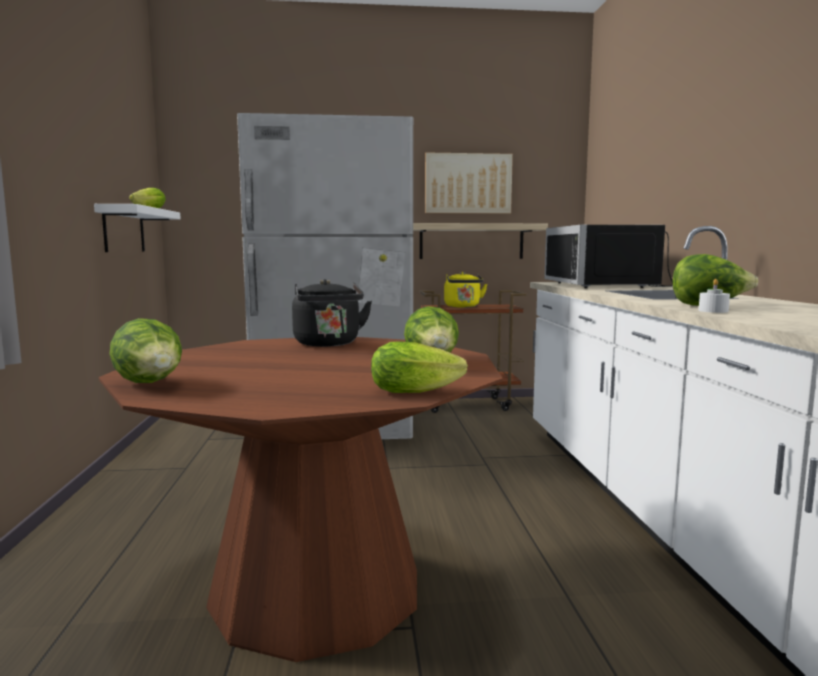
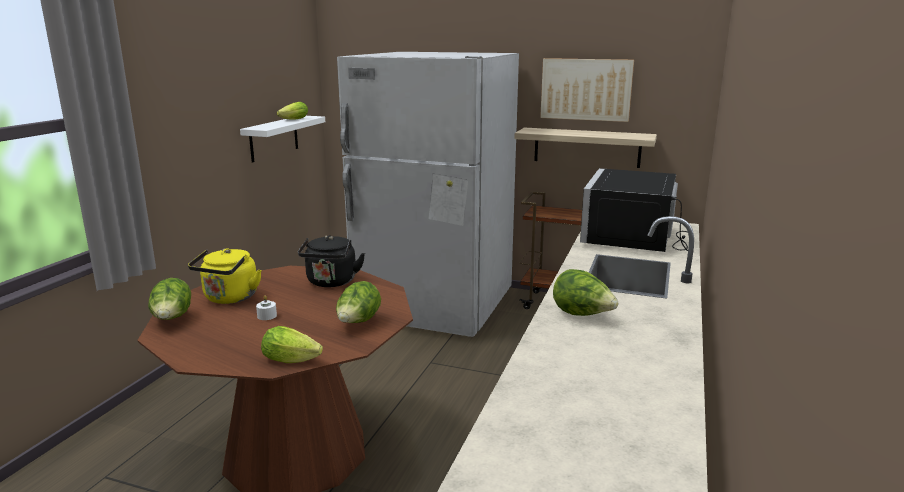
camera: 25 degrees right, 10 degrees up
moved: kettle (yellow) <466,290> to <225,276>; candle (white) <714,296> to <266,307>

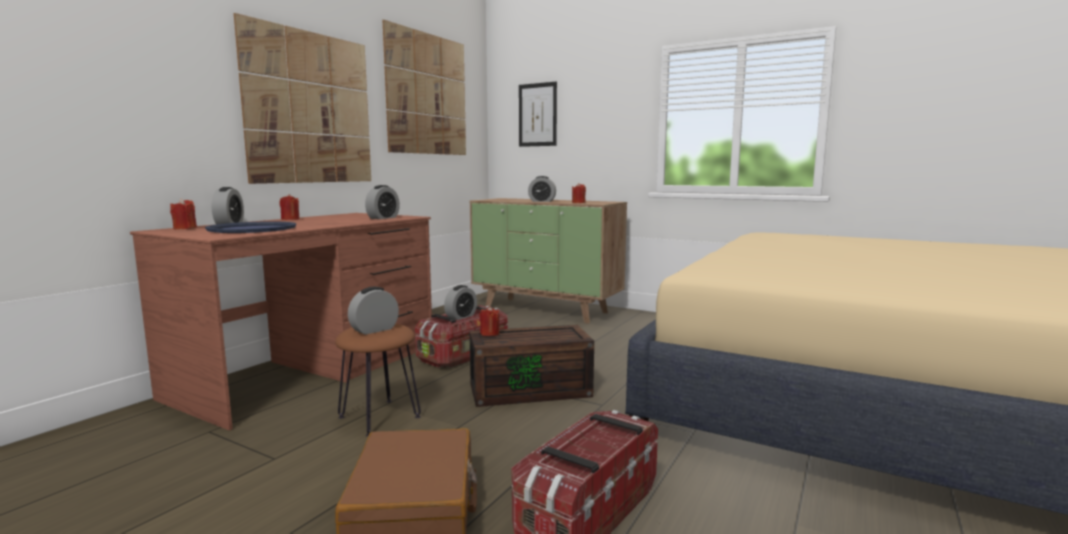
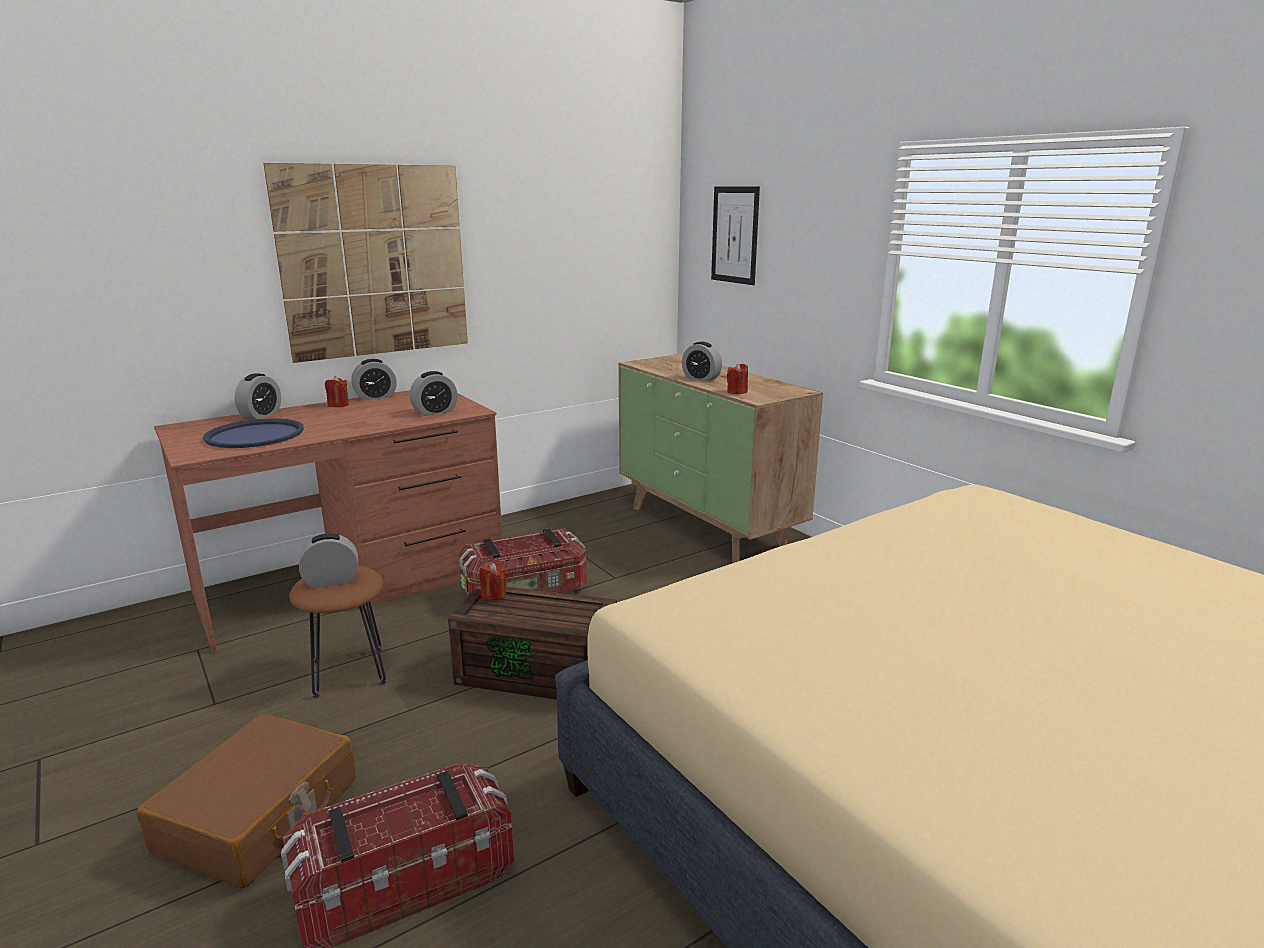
camera: 25 degrees right, 10 degrees up
removed: picture <424,87>; candle (red) <183,213>
moved: alarm clock <460,302> to <374,379>

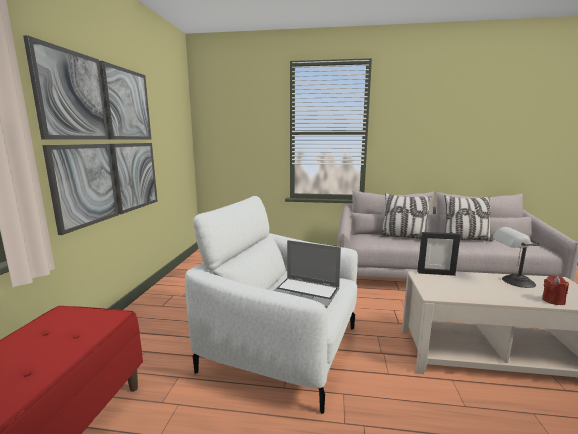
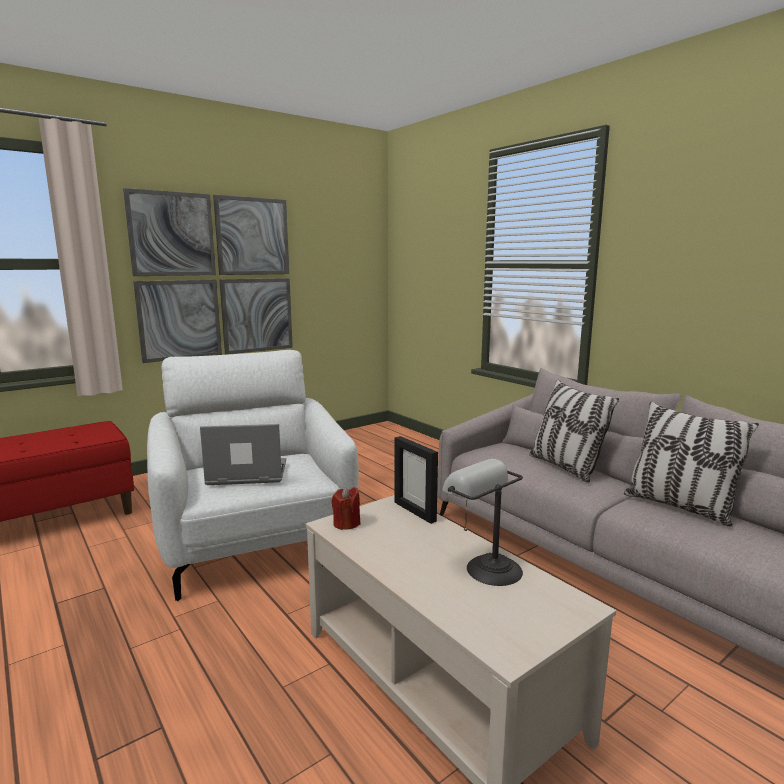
camera: 45 degrees right, 0 degrees up
moved: candle (red) <555,290> to <346,508>
turned: laptop <307,274> = <243,454> 105 degrees clockwise

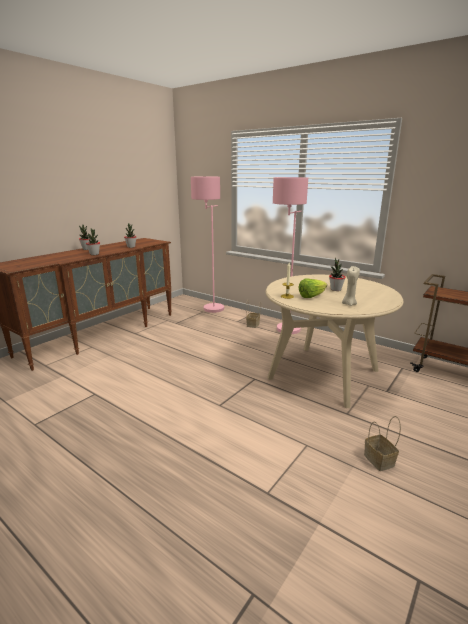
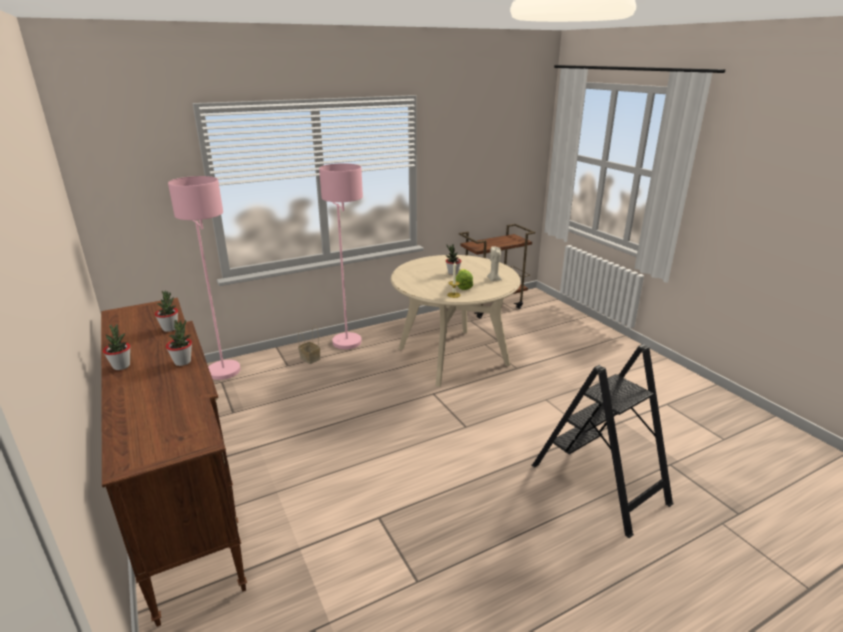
camera: 65 degrees left, 5 degrees up
removed: basket <382,443>
added: step ladder (black) <603,441>

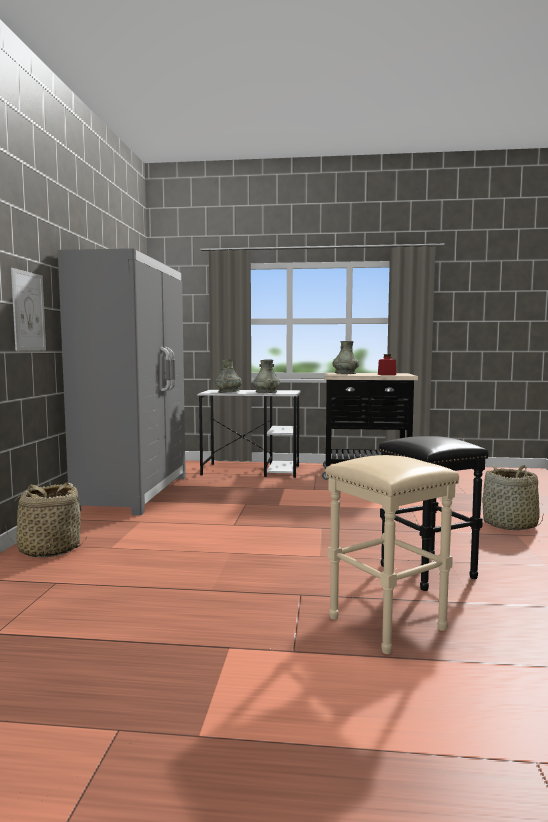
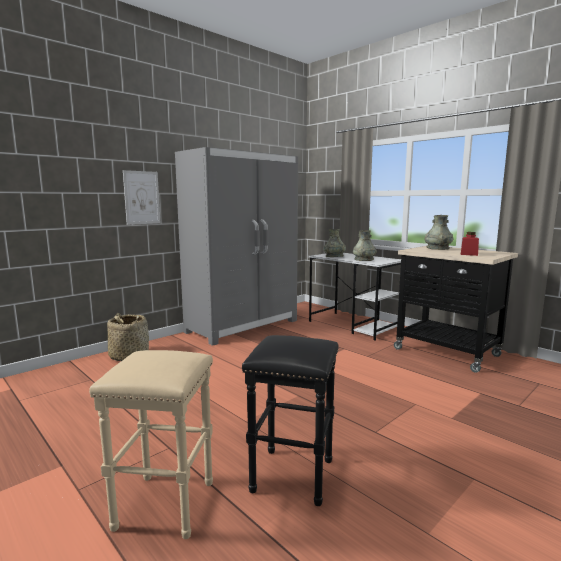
camera: 40 degrees right, 5 degrees up
removed: basket <513,497>

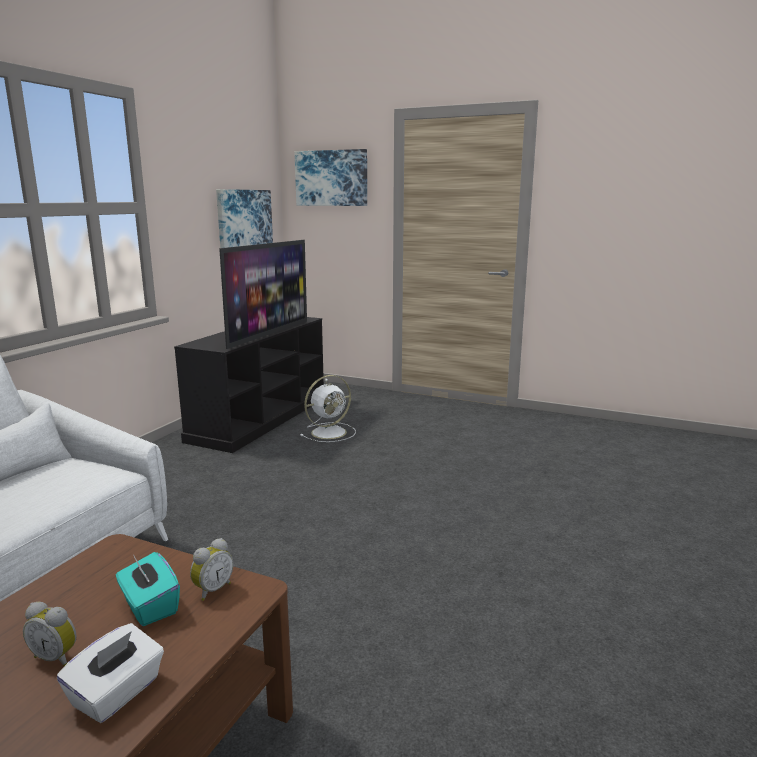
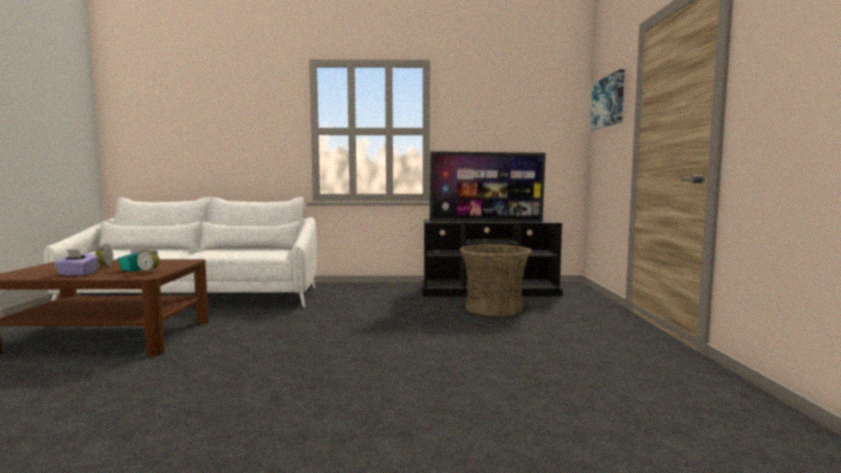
camera: 65 degrees right, 10 degrees down
removed: picture <244,218>
replaced: fan (white) <328,408> to basket <496,280>
recoloured: tissue box (white) <110,673> to tissue box (purple) <76,262>

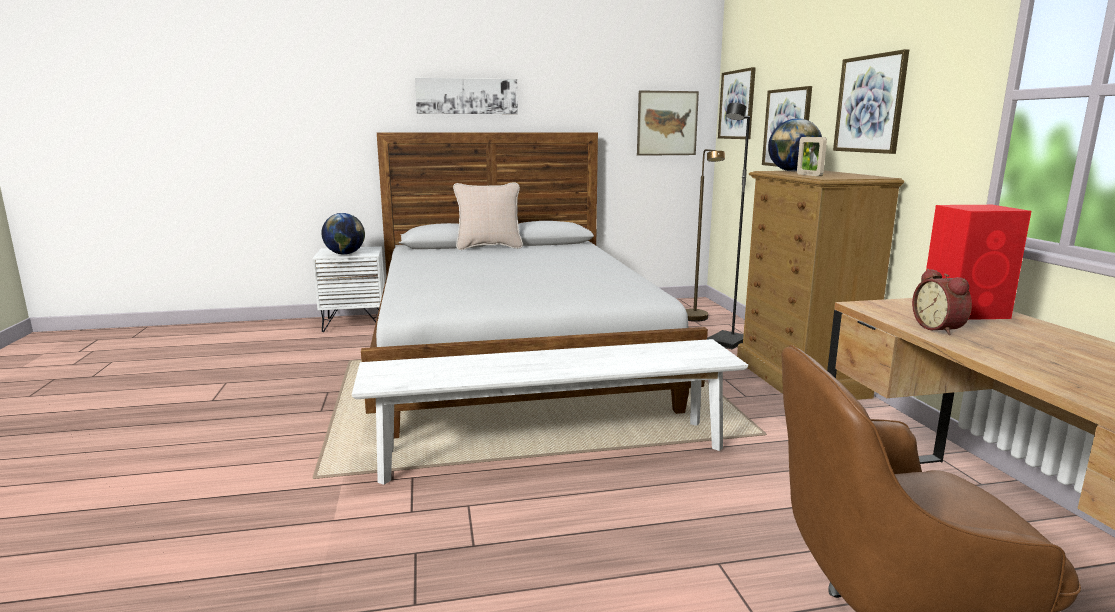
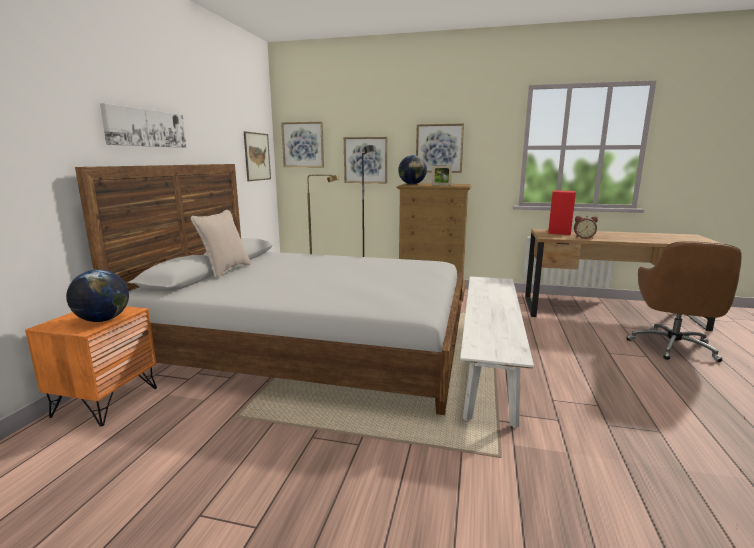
camera: 65 degrees left, 0 degrees up
recoloured: nightstand (white) <349,289> to nightstand (orange) <91,366>

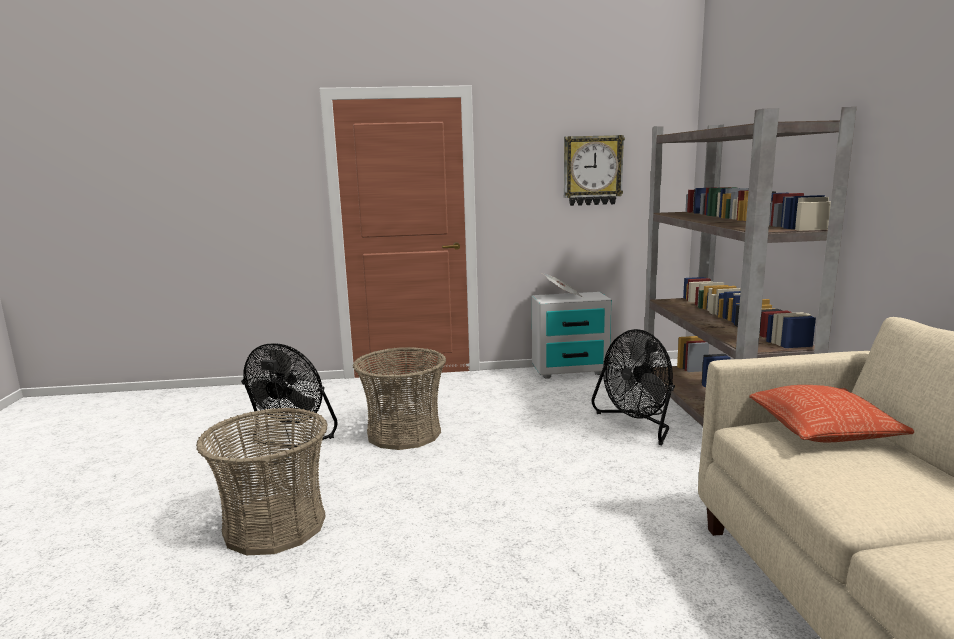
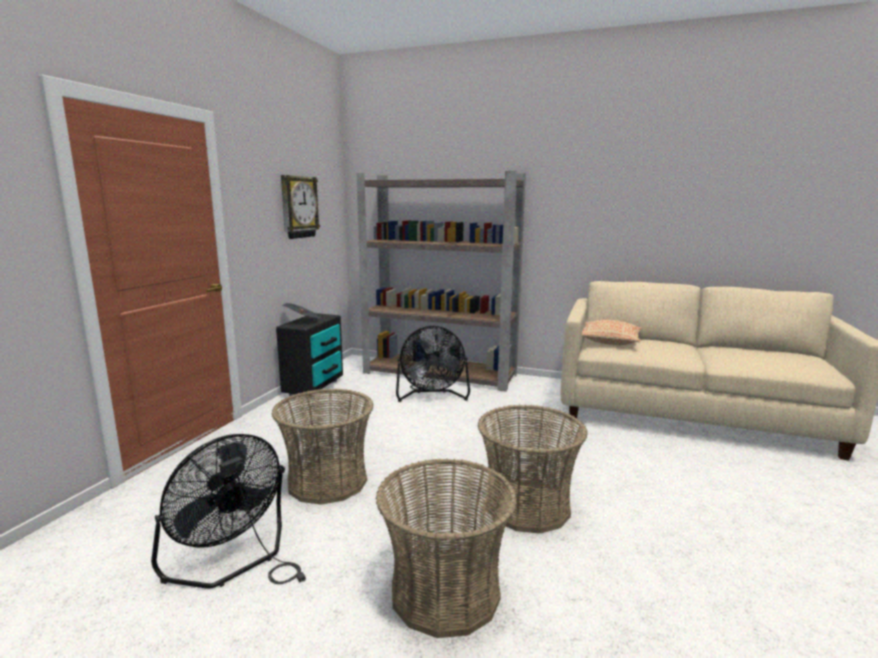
camera: 65 degrees left, 0 degrees up
added: basket <533,468>
recoloured: nightstand (white) <572,335> to nightstand (black) <309,356>; pillow (orange) <832,413> to pillow (beige) <612,332>

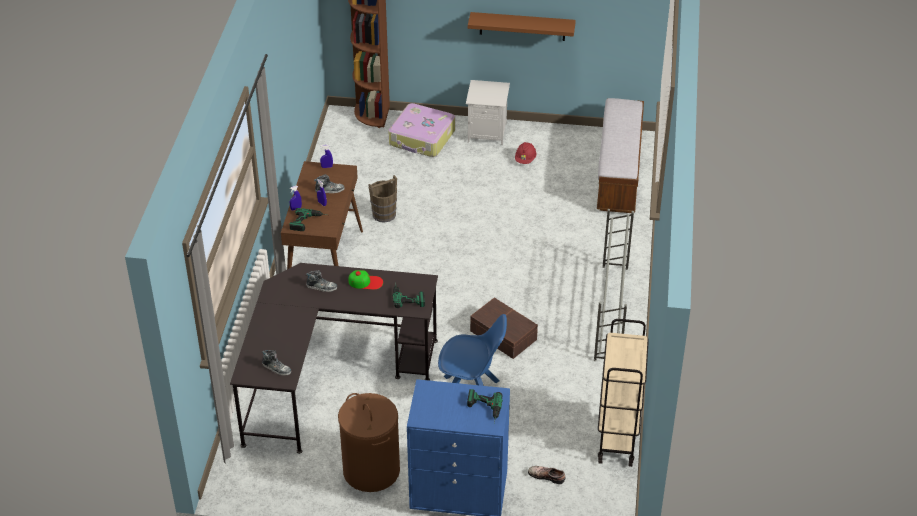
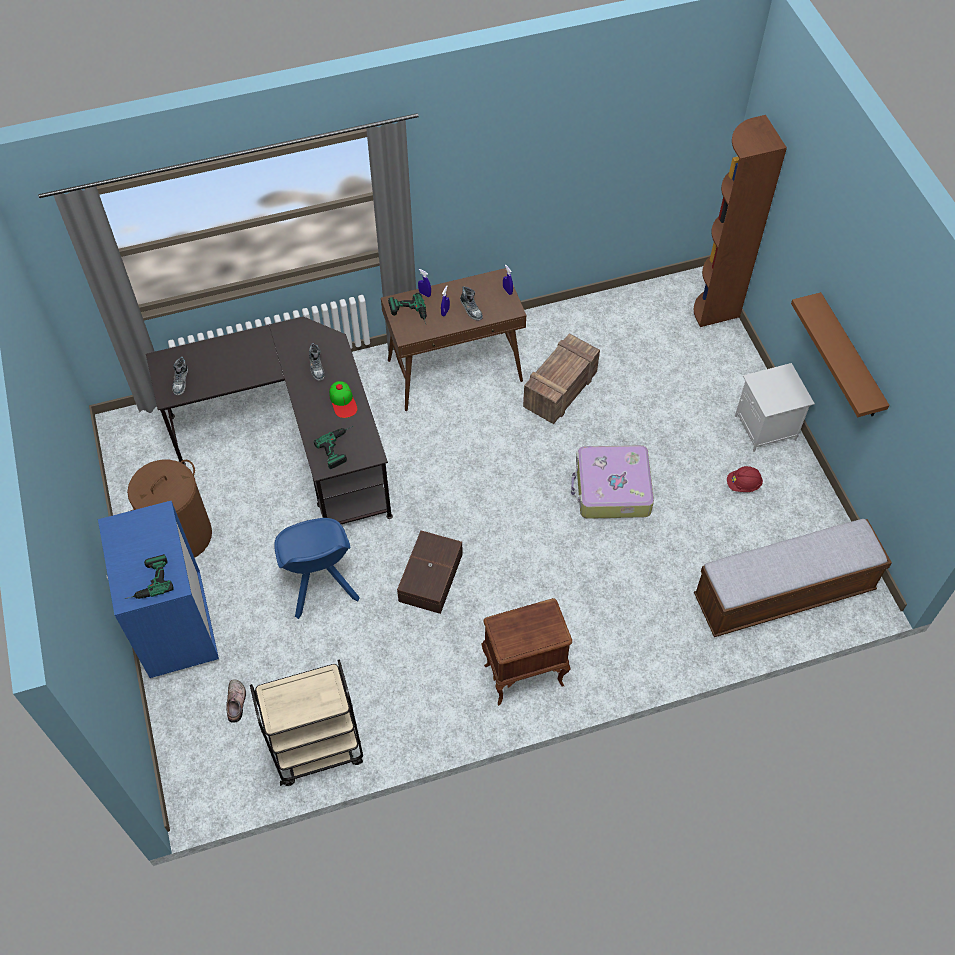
camera: 65 degrees right, 15 degrees up
moved: suitcase <421,130> to <612,482>
replaced: bucket (brown) <382,199> to crate <561,378>; shoe rack (grey) <614,285> to nightstand (brown) <526,652>

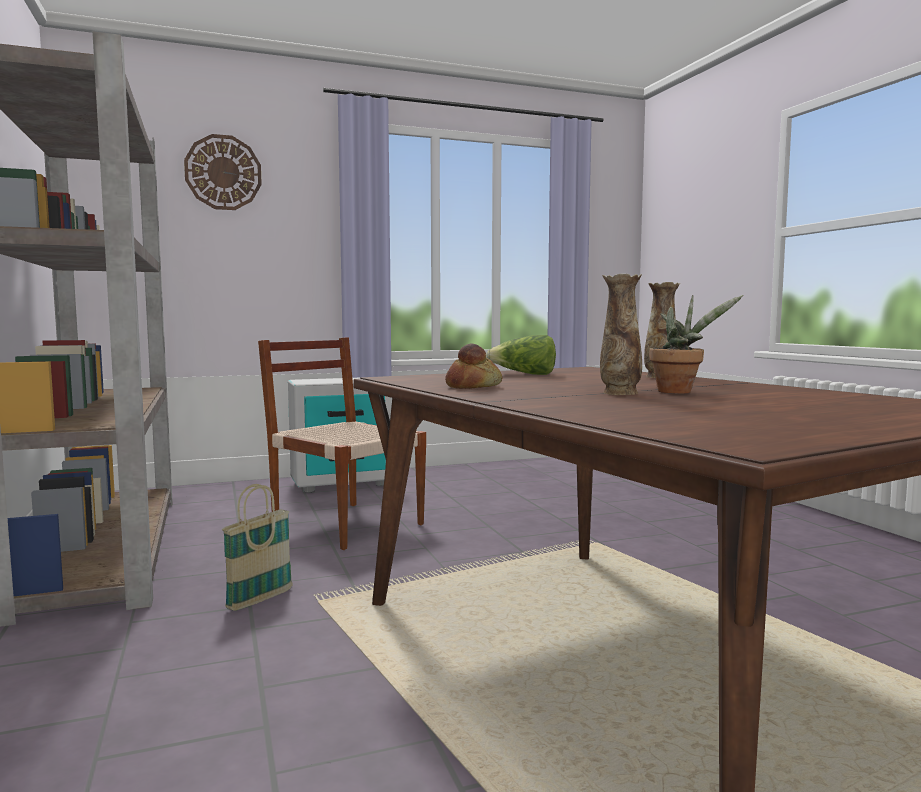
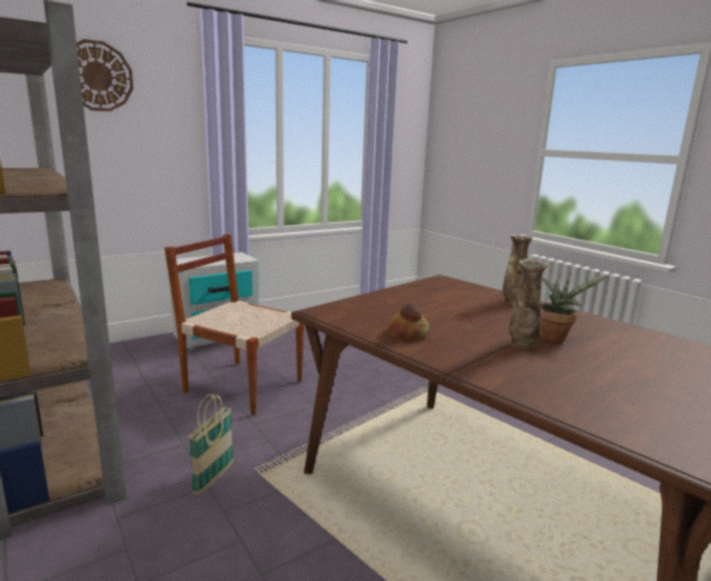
camera: 15 degrees left, 10 degrees up
removed: lettuce <521,355>

